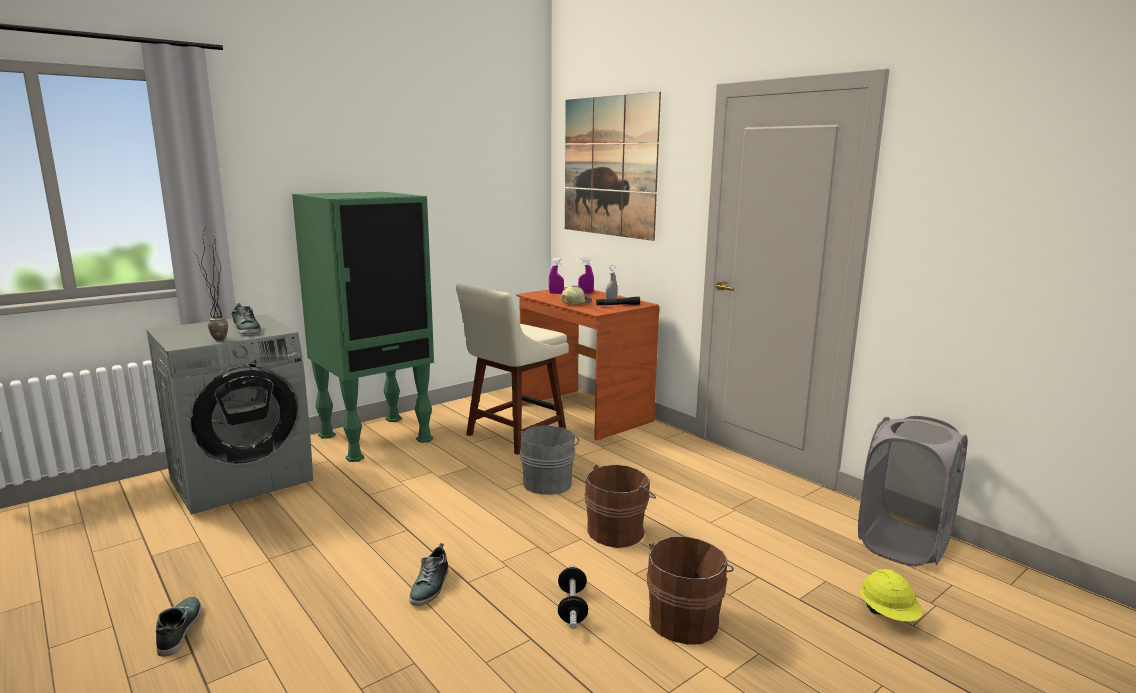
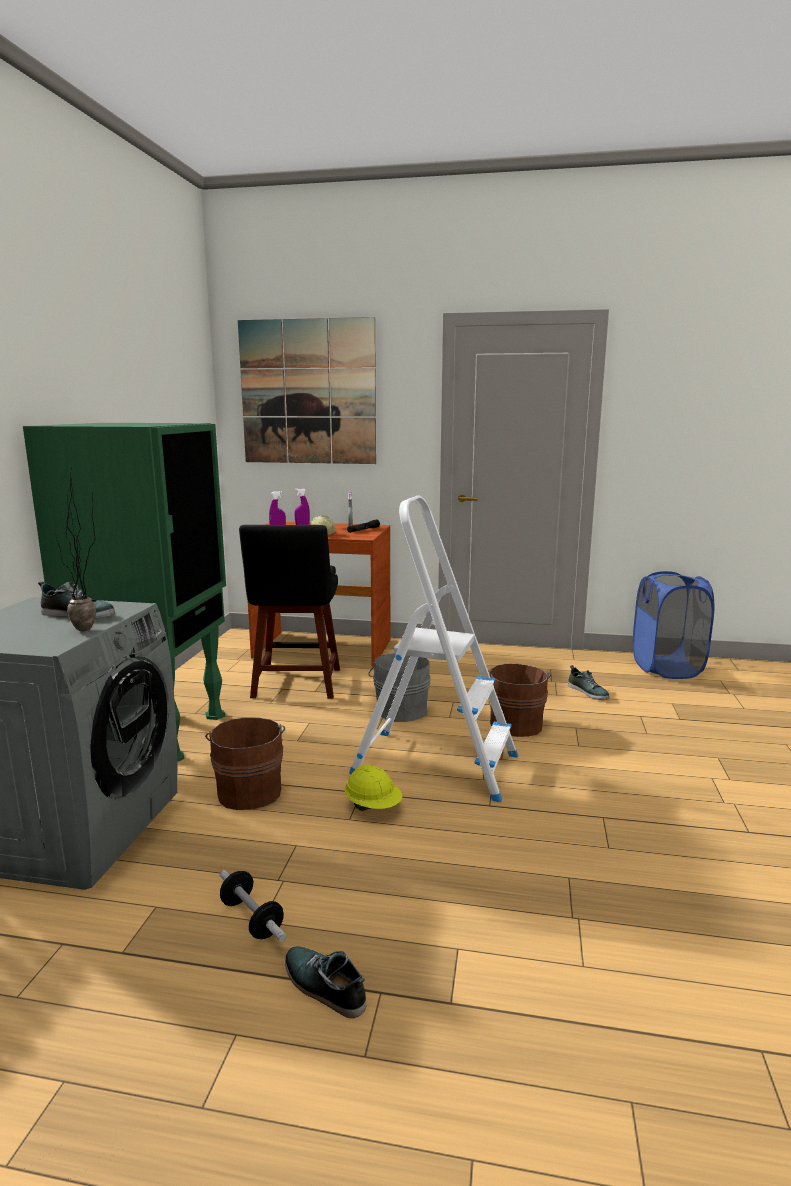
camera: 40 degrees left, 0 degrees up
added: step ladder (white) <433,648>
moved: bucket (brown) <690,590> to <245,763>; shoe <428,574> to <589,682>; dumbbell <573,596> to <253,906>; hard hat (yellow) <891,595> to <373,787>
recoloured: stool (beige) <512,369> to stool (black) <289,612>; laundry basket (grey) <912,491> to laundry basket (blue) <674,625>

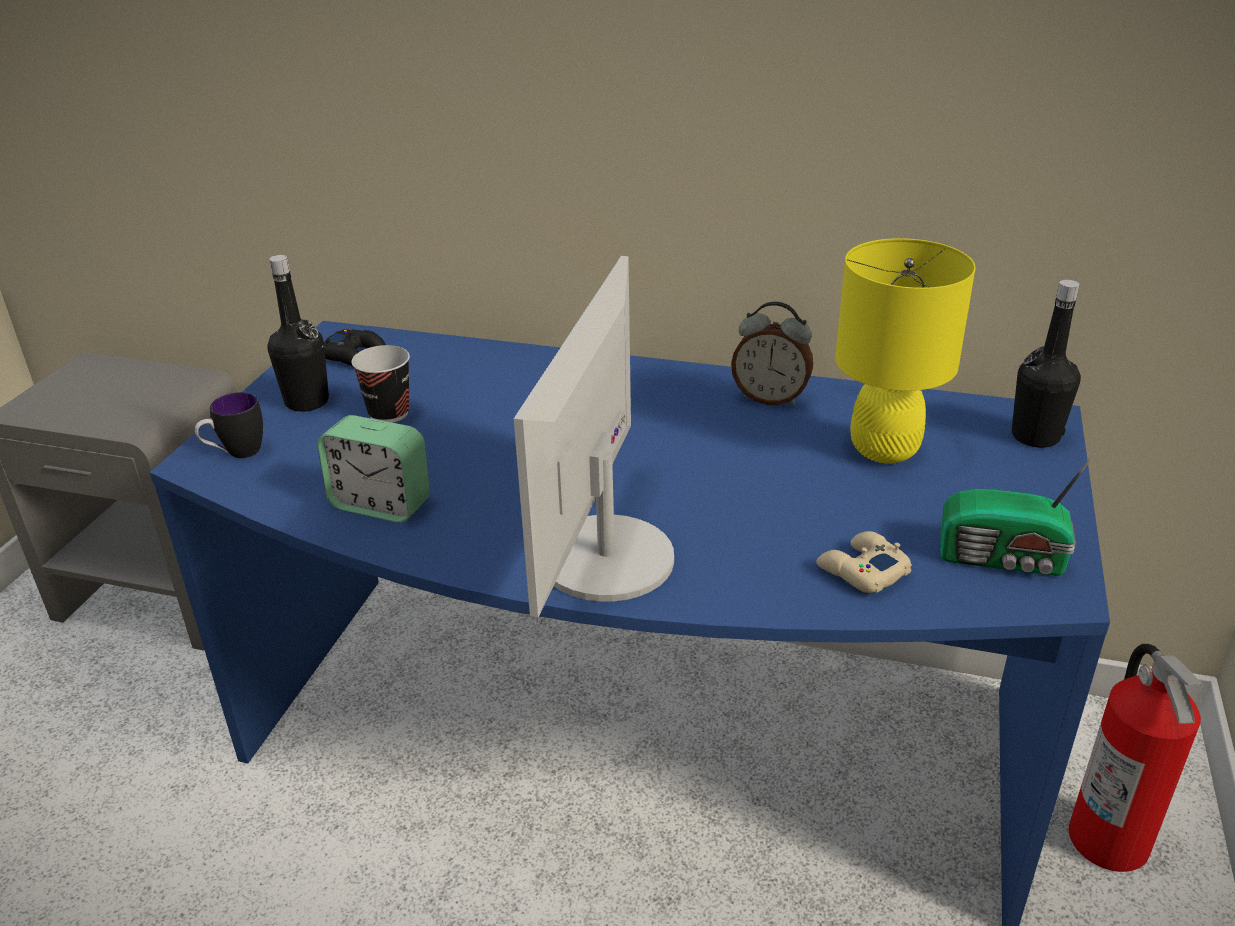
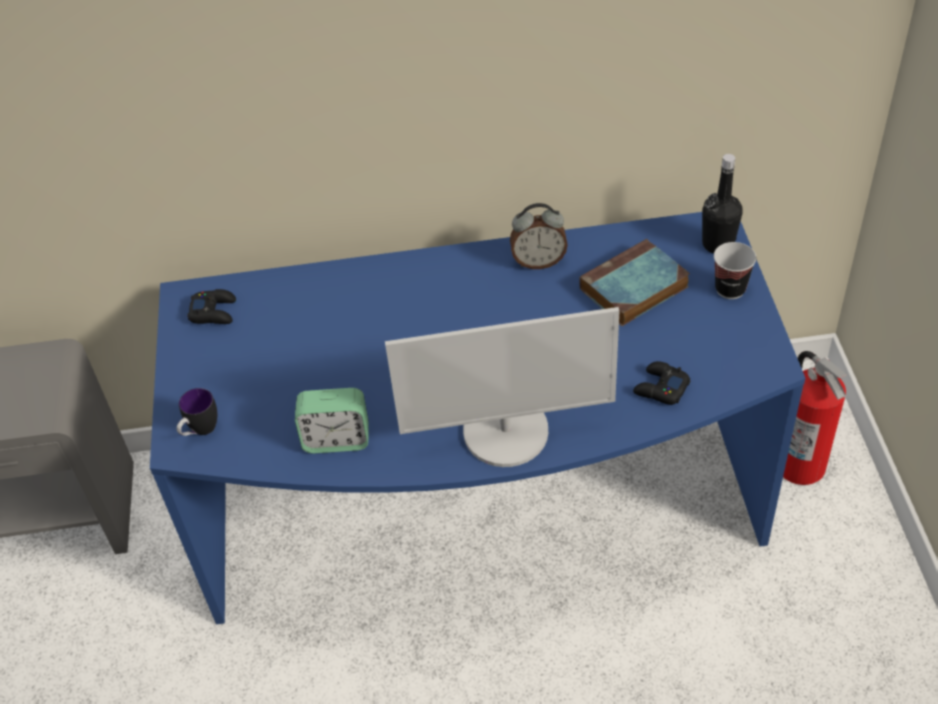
camera: 20 degrees left, 15 degrees up
removed: bottle (black) <298,333>; radio <1018,514>
moved: cup <381,384> to <735,270>
replaced: table lamp (yellow) <905,351> to book <634,282>
recoloured: game controller (beige) <864,562> to game controller (black) <662,383>
turned: monitor <594,437> = <502,387> 90 degrees counterclockwise

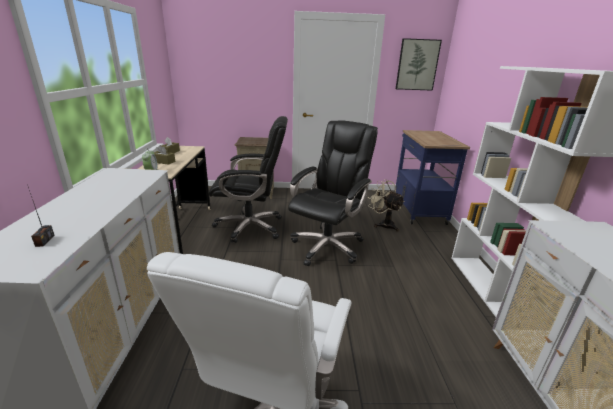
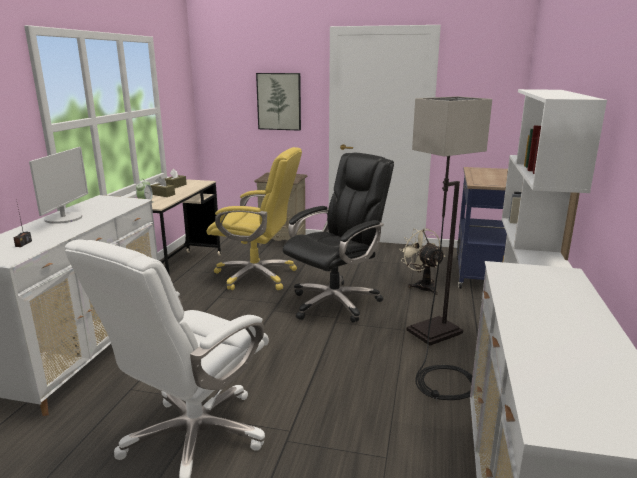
camera: 15 degrees right, 5 degrees down
added: floor lamp <449,248>; monitor <58,185>
moved: picture <419,64> to <278,102>
recoloured: office chair (black) <248,179> to office chair (yellow) <254,218>

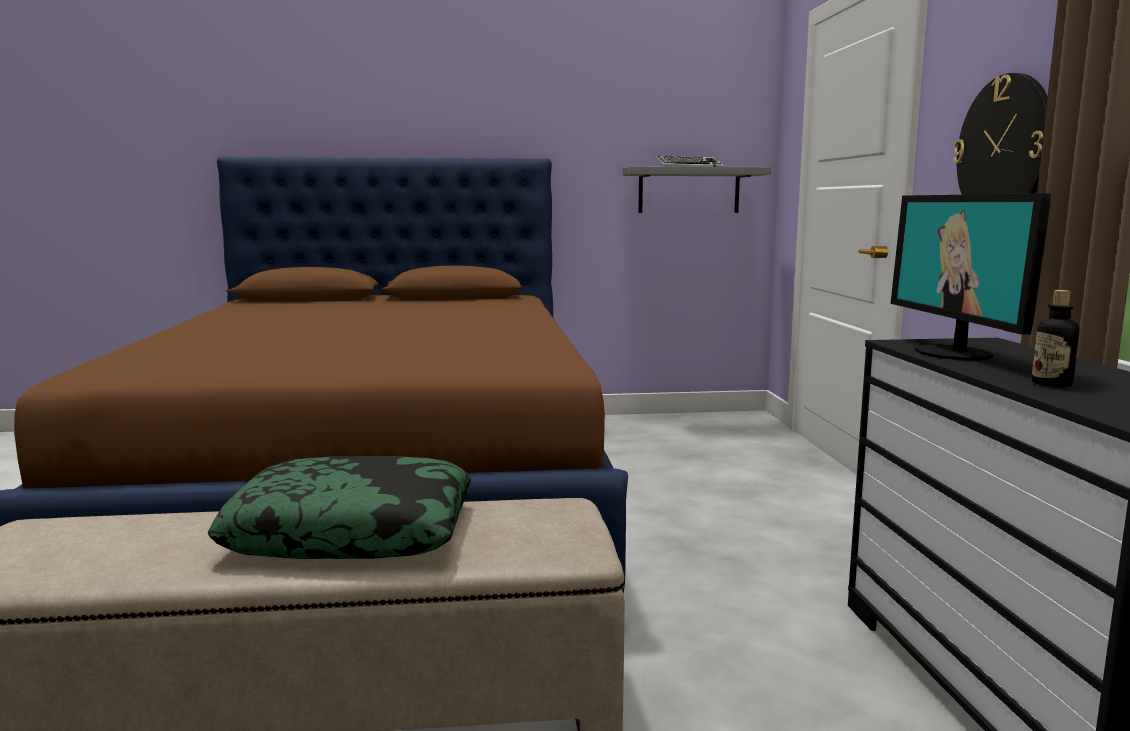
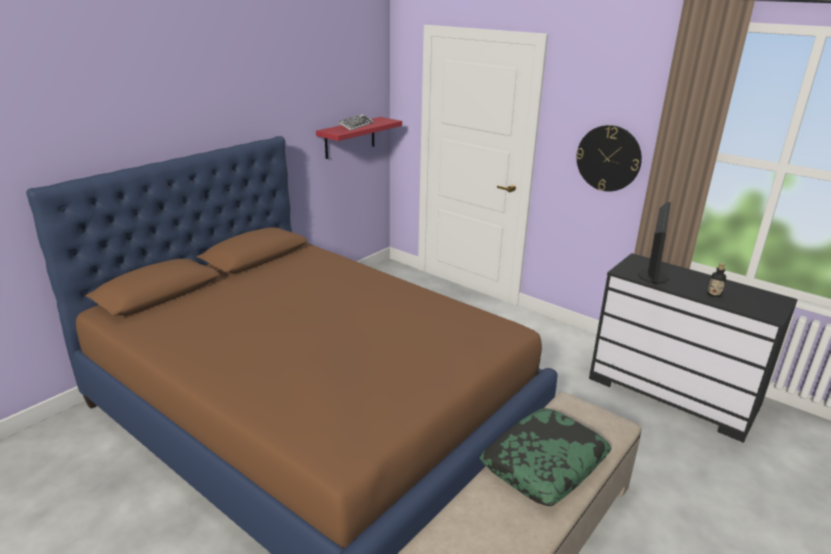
camera: 45 degrees left, 15 degrees up
recoloured: shelf (grey) <697,189> to shelf (red) <359,138>
turned: monitor <970,277> = <654,243> 105 degrees counterclockwise

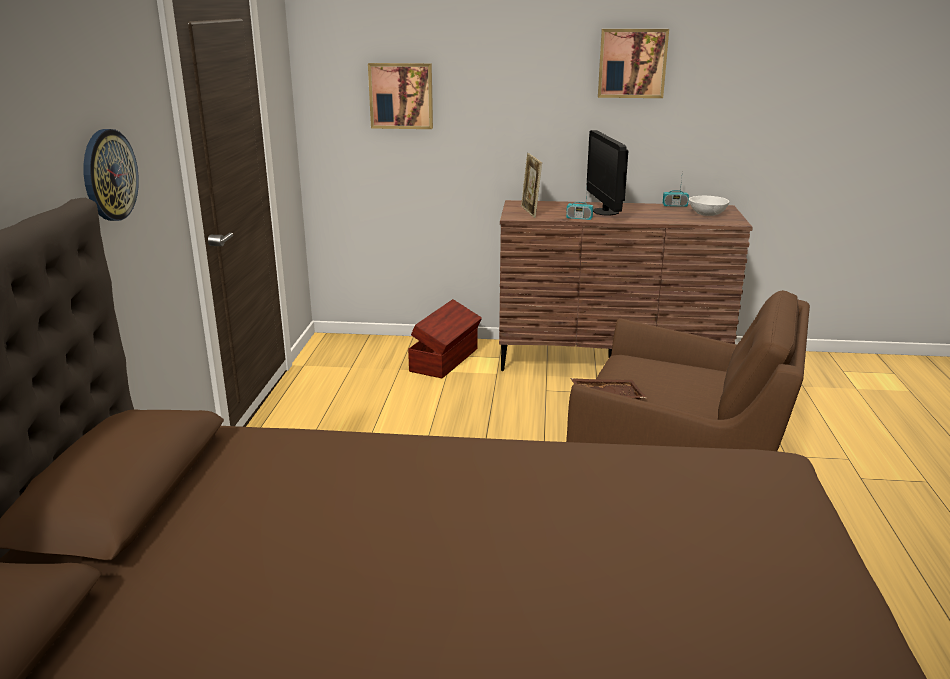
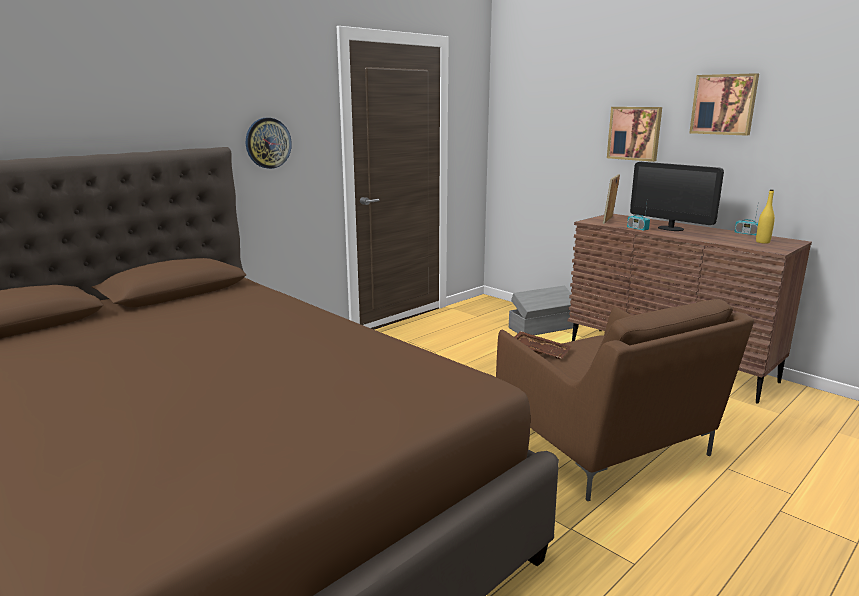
camera: 40 degrees right, 5 degrees down
moved: picture <400,96> to <634,134>
replaced: bowl (white) <709,206> to bottle (yellow) <765,217>
recoloured: storage box (brown) <445,338> to storage box (grey) <541,310>
turned: monitor <607,173> = <677,196> 75 degrees counterclockwise

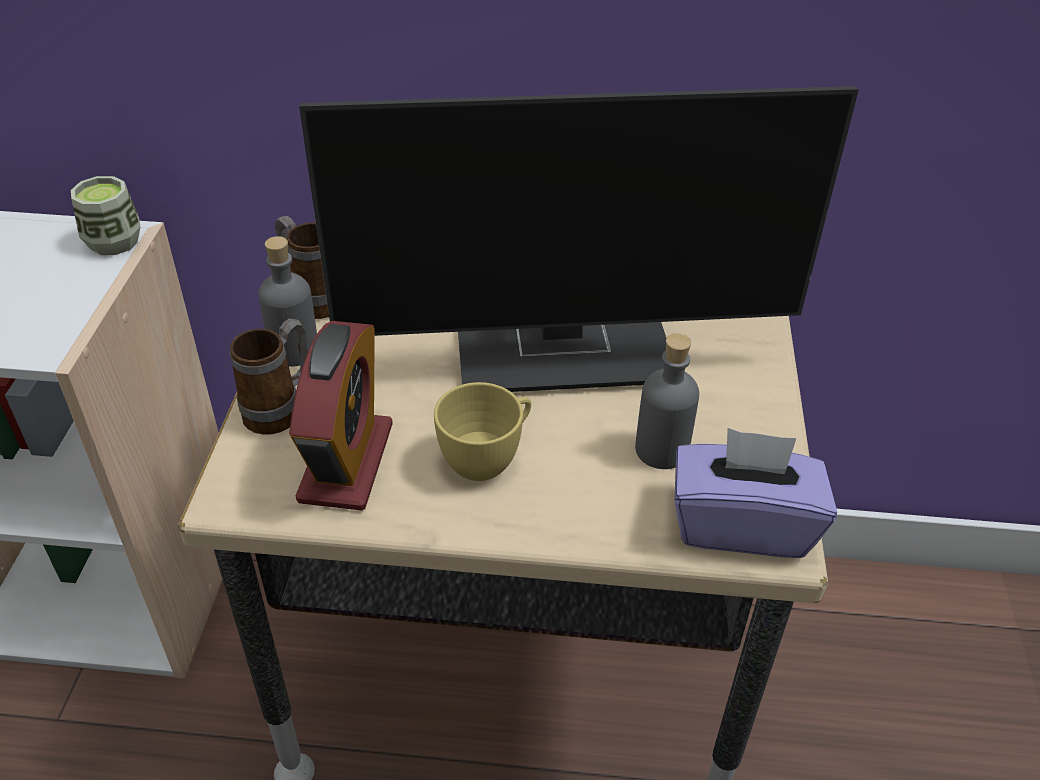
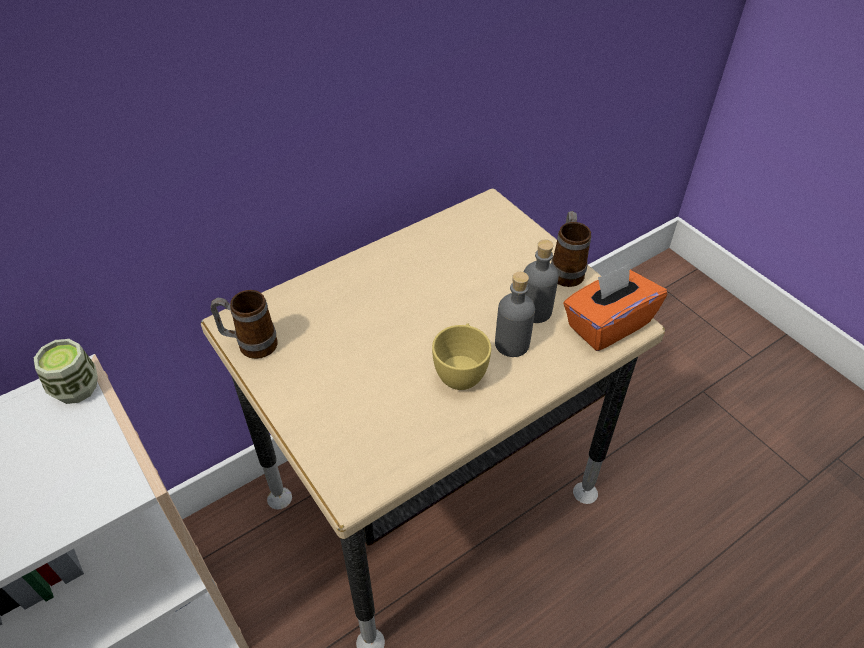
camera: 40 degrees left, 5 degrees up
removed: monitor <579,239>; alarm clock <341,415>
moved: bottle (grey) <287,301> to <515,314>; mug <269,377> to <571,249>
recoloured: tissue box (purple) <756,493> to tissue box (orange) <615,307>

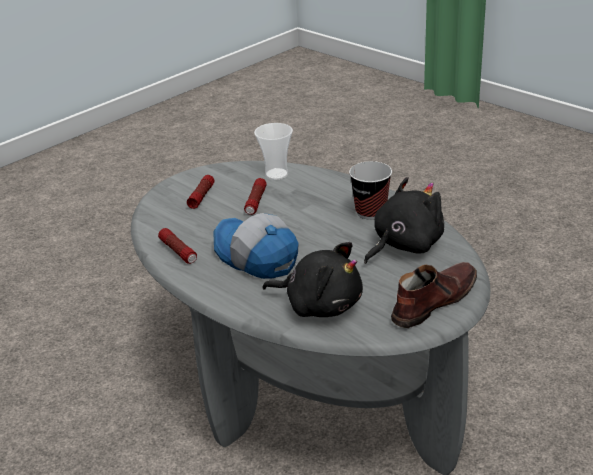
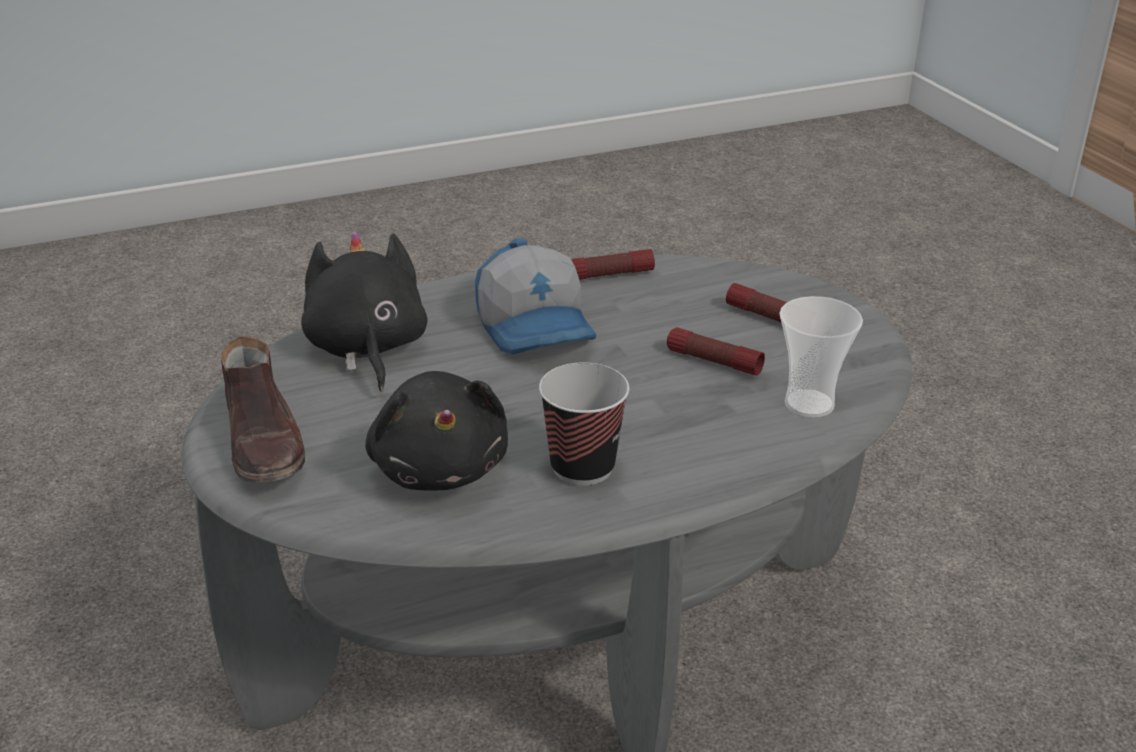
camera: 110 degrees right, 0 degrees up
turned: cap <256,246> = <535,296> 90 degrees clockwise; plush toy (black) <313,279> = <364,312> 120 degrees clockwise

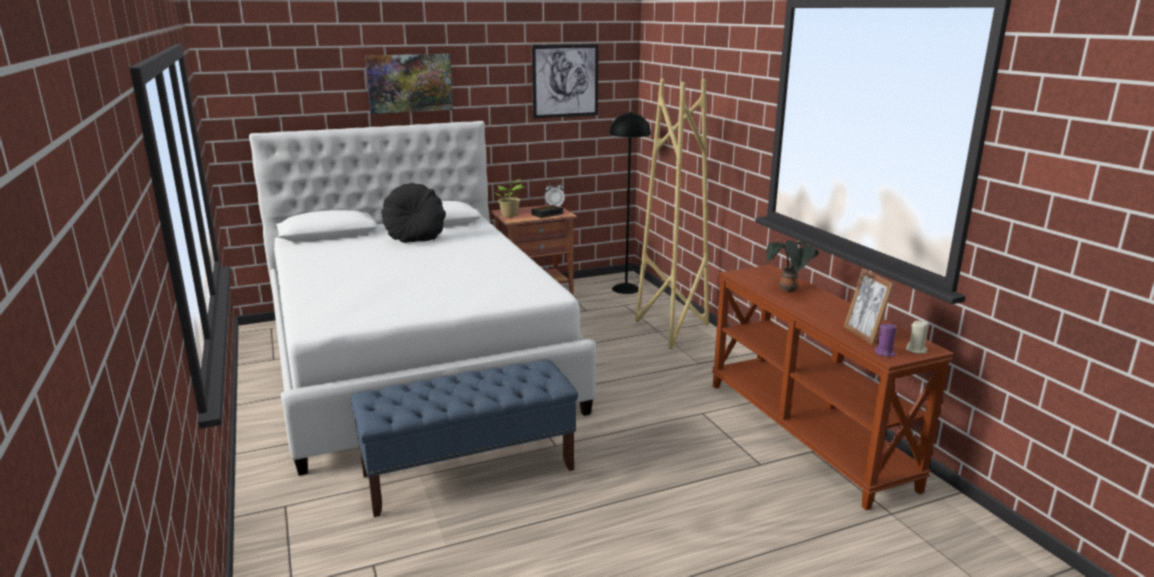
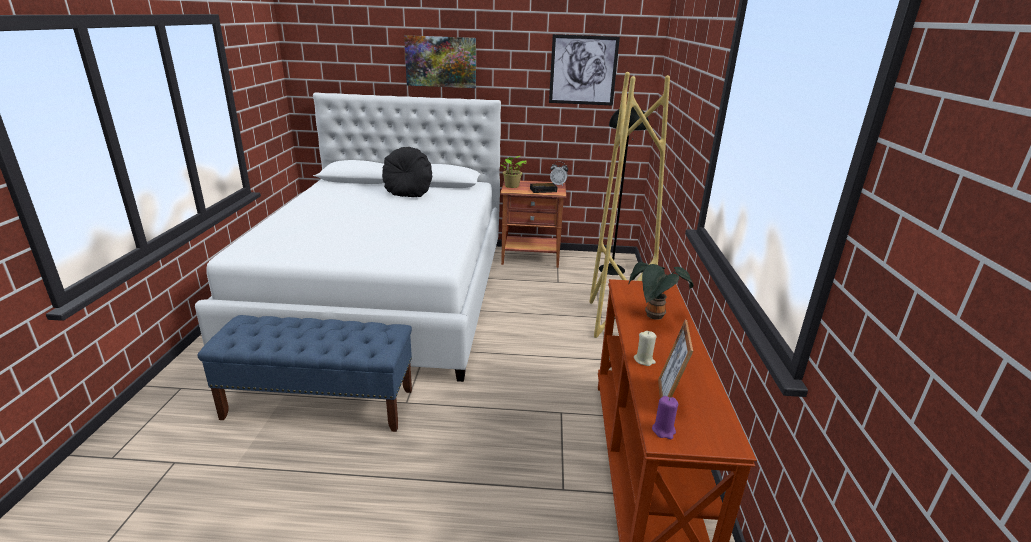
camera: 25 degrees right, 5 degrees up
moved: candle (beige) <917,337> to <645,348>

